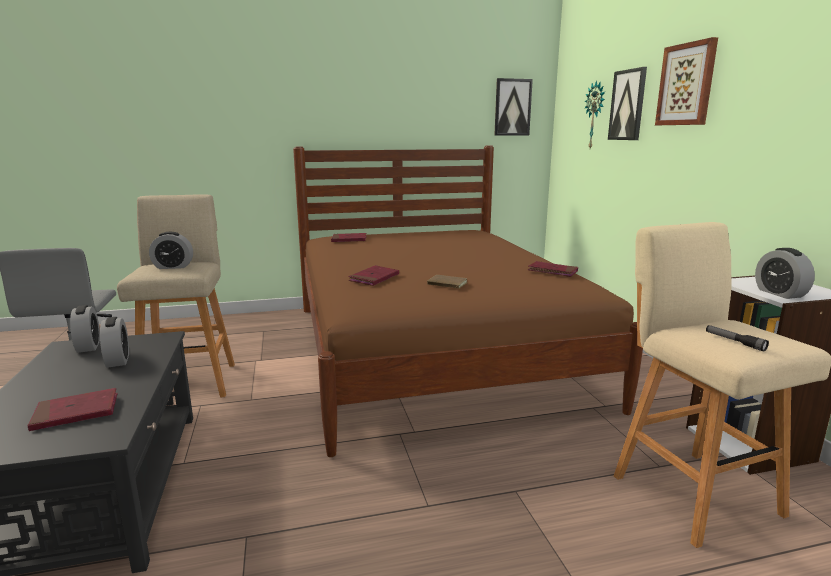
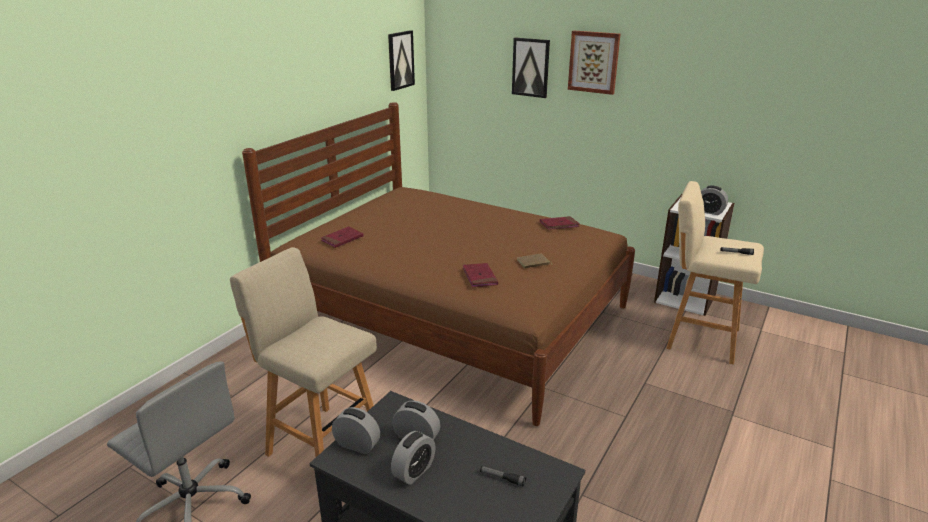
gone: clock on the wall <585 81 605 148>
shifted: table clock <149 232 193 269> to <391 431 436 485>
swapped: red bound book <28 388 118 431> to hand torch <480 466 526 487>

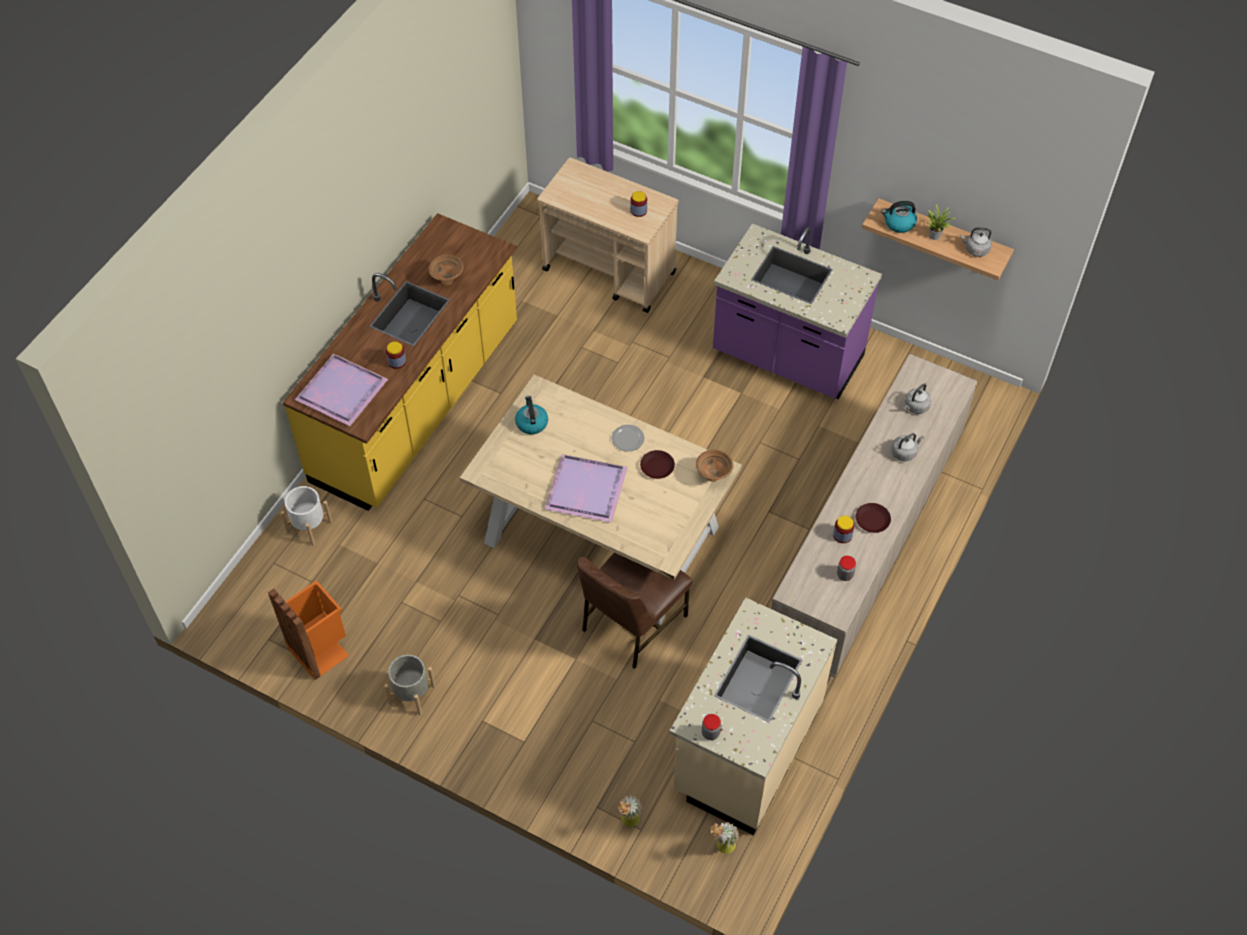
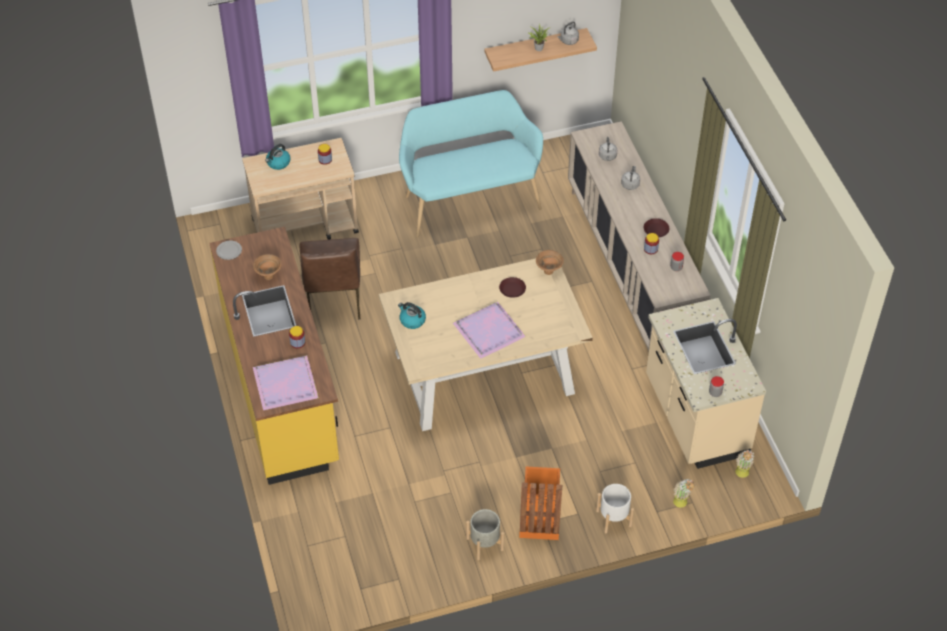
shifted: plate <612 425 644 452> to <216 241 242 260>; tea kettle <881 201 917 233> to <265 144 290 170>; brown-coloured chair <577 553 692 669> to <300 238 360 320>; orange waste bin <268 580 349 680> to <519 466 562 540>; whitish planter <281 486 333 546> to <596 484 634 533>
swapped: purple-coloured kitchen counter <713 223 882 399> to turquoise-coloured long seat <399 90 543 238>

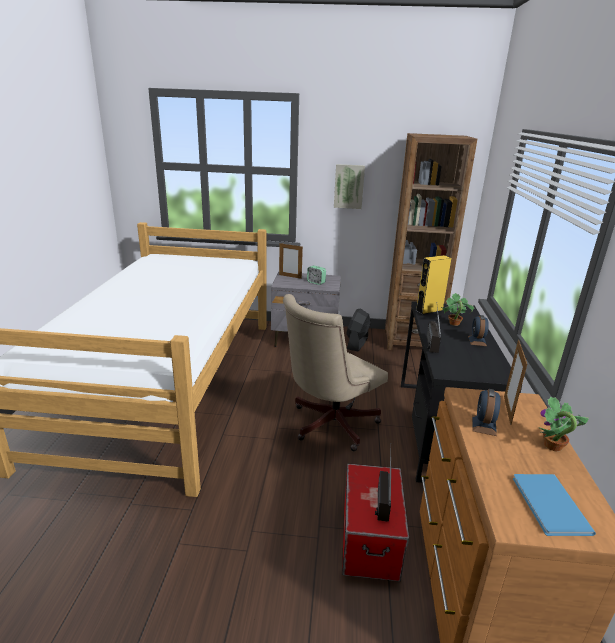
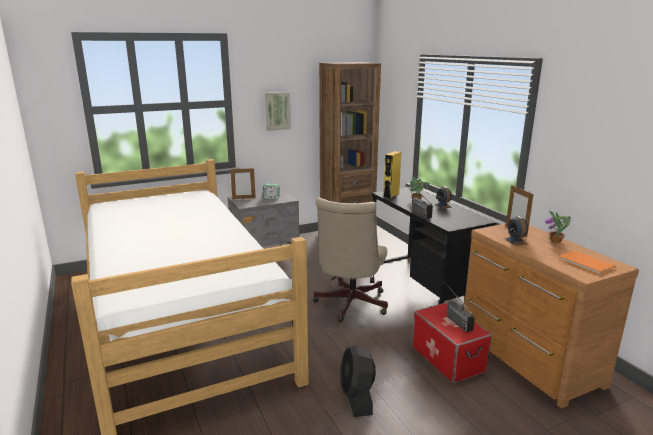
shifted: black-coloured electric fan <346 308 371 352> to <341 346 376 417>
repainted: blue-coloured bound book <513 474 596 536> to orange bound book <559 251 616 275>

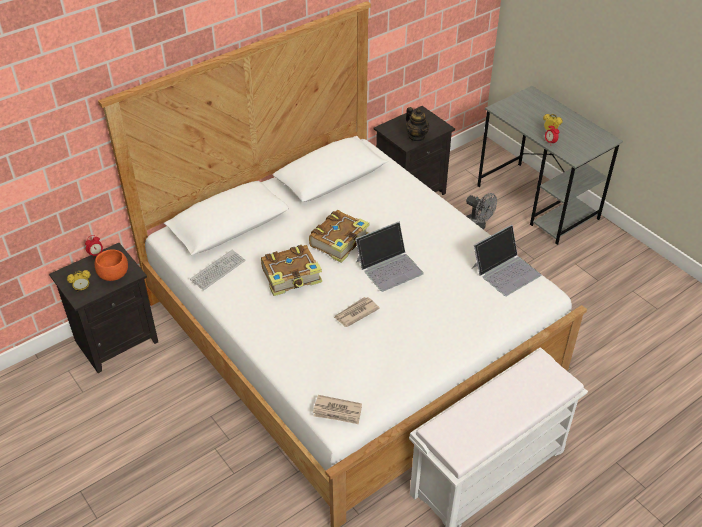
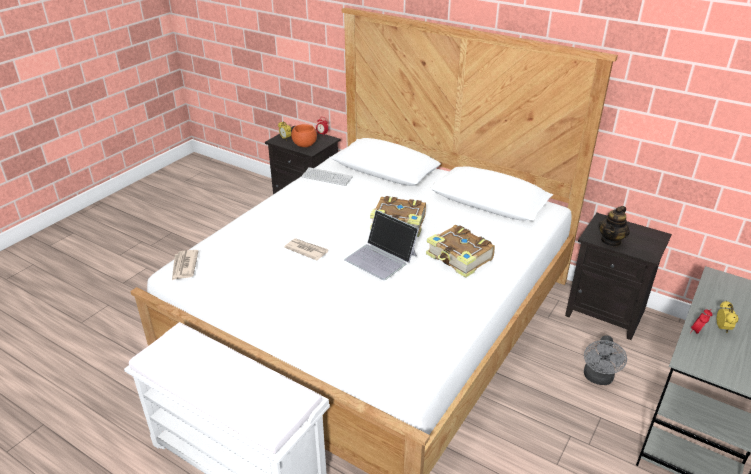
gone: notebook computer <472 225 541 296>
shifted: bound book <261 245 322 296> to <426 225 495 278>

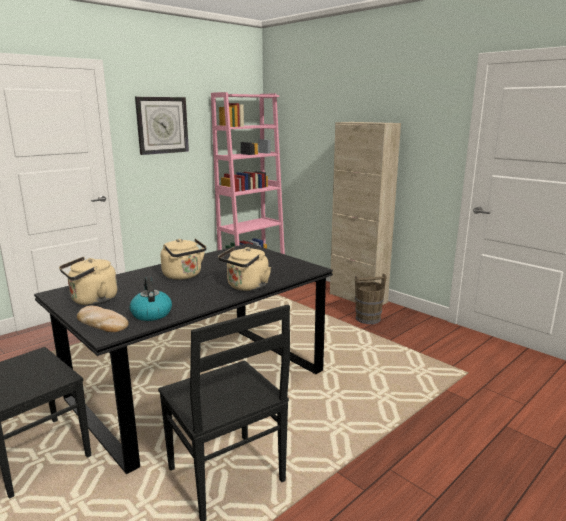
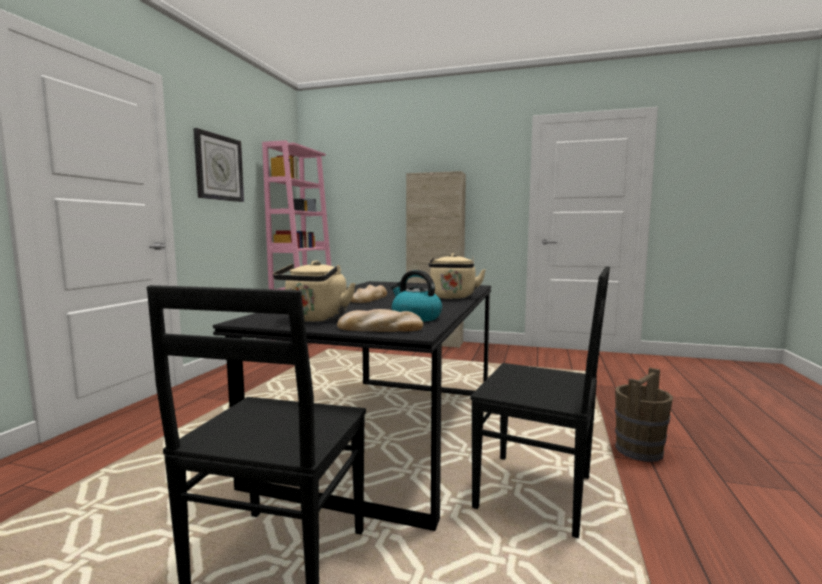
shifted: brown-coloured bucket <354 274 387 324> to <615 367 673 462>
swapped: beige-coloured tea kettle <161 239 207 280> to bread <351 285 387 303>

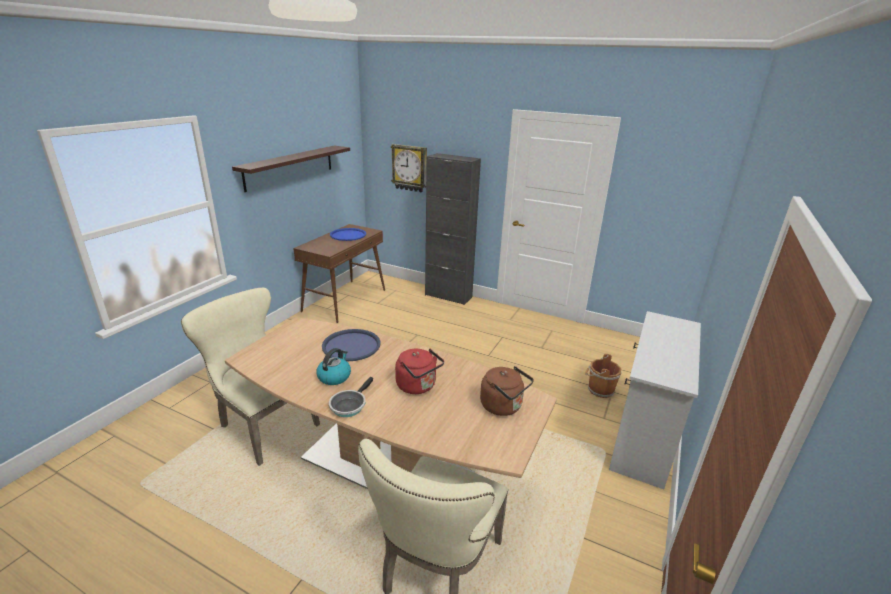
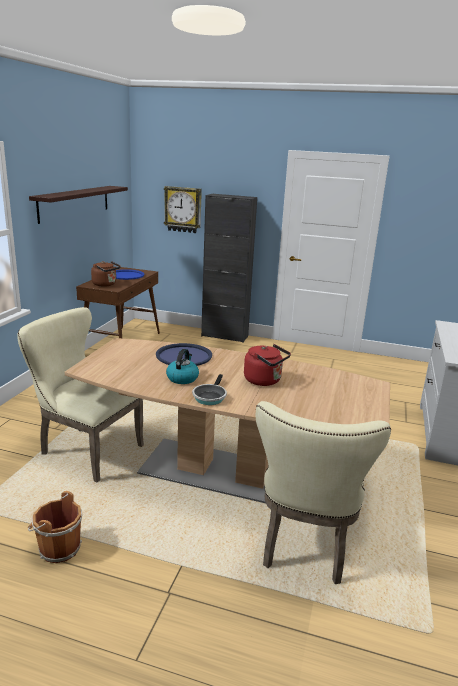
shifted: brown-coloured bucket <585 354 622 398> to <28 491 82 563>; brown-coloured tea kettle <480 366 534 416> to <91 261 121 287>

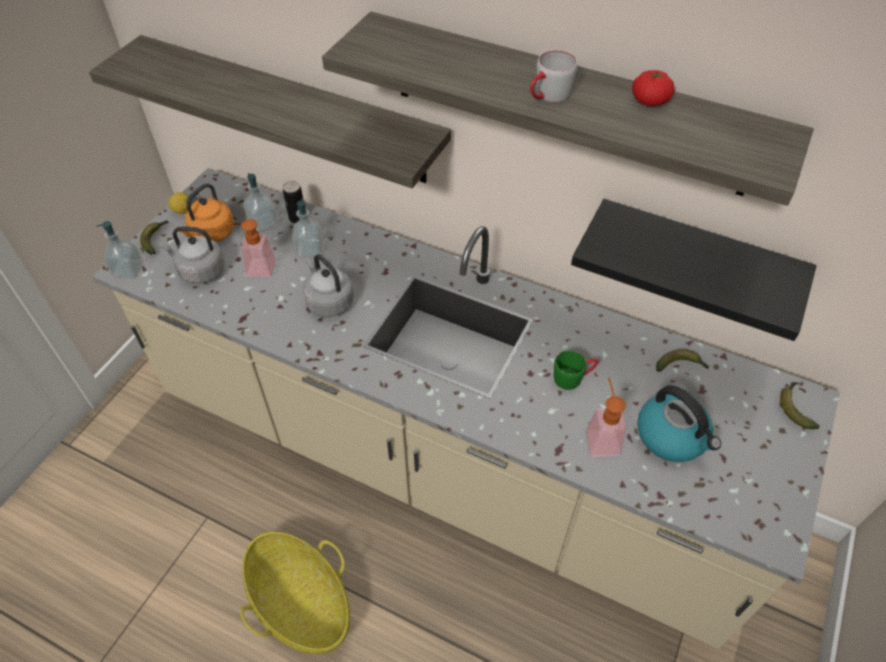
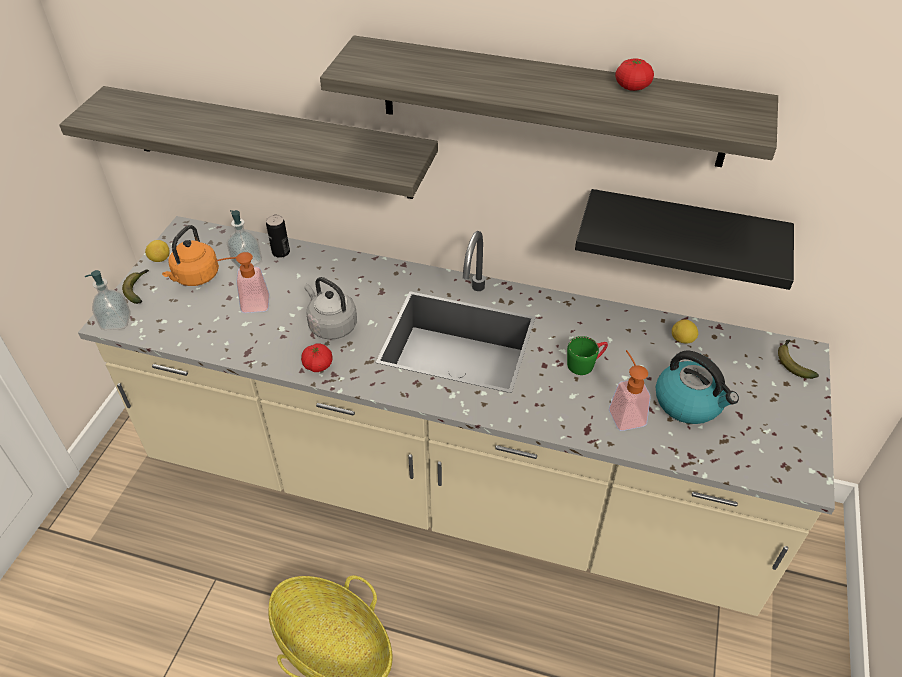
gone: greyish tea kettle <159 227 225 284>; soap bottle <292 198 323 257>; greyish coffee mug <530 50 577 102>
new: fresh tomato <301 343 333 372>
swapped: whole banana <656 349 709 372> to lemon <672 319 698 344>

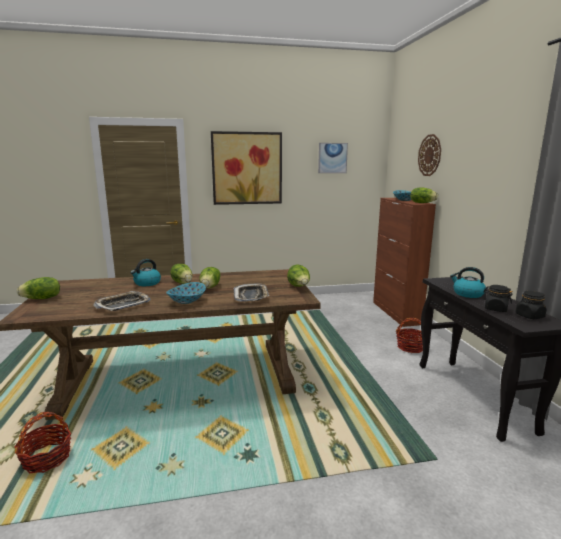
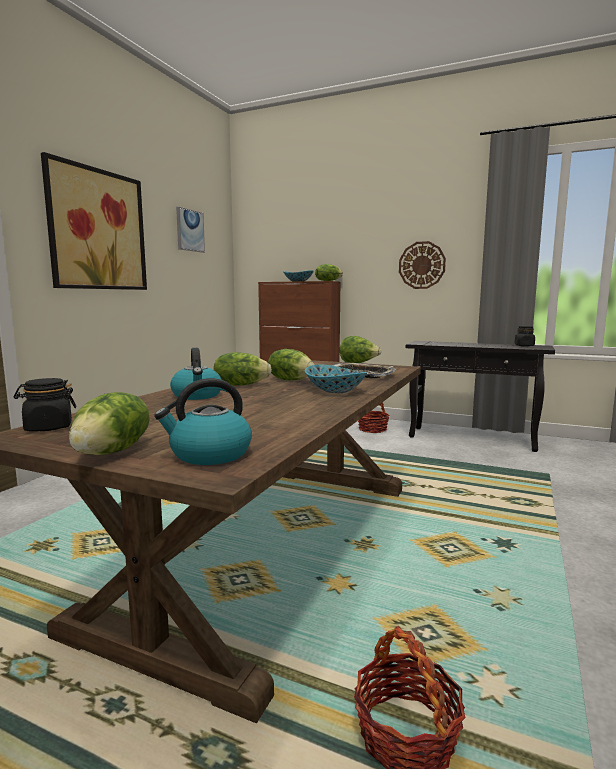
gone: carrying tray <93 291 151 311>
shifted: black-coloured storage jar <484 285 513 312> to <13 378 76 431>; tea kettle <450 267 486 298> to <154 378 252 465>; clock on the wall <418 134 441 176> to <399 241 446 289>

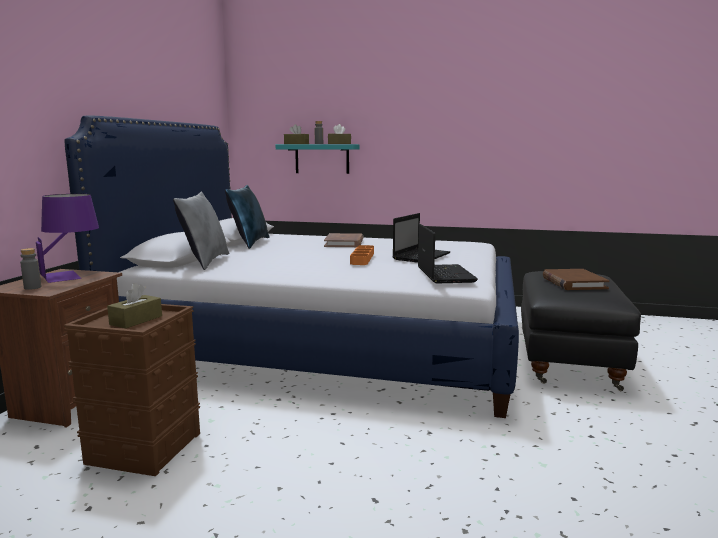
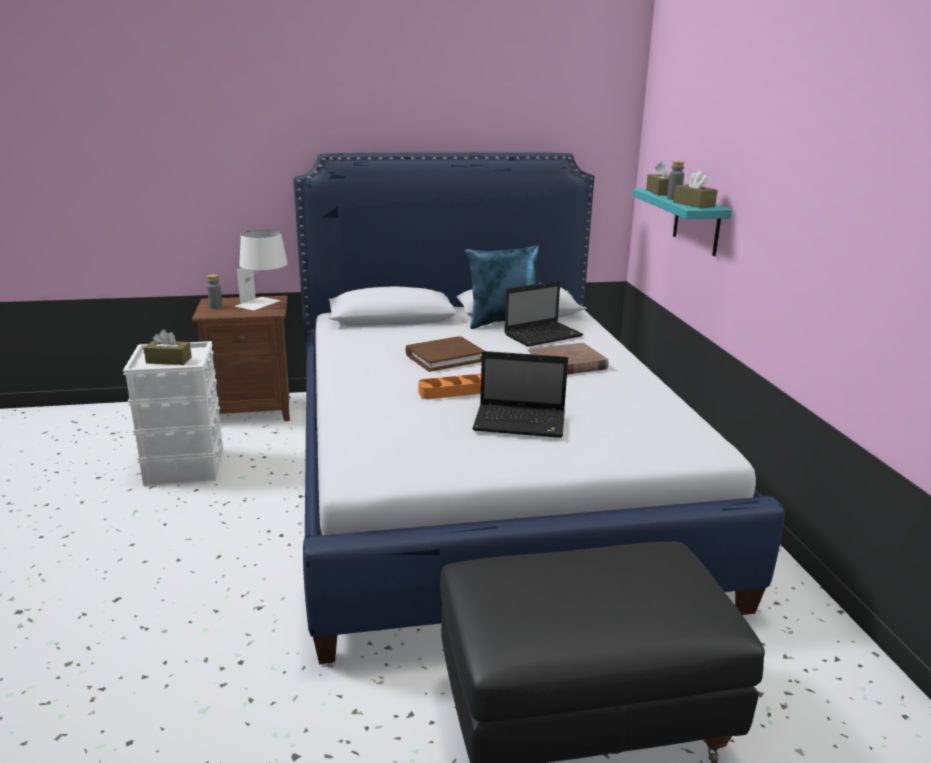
gone: greyish pillow <173 192 229 270>
shifted: brown-coloured bound book <543 269 610 290> to <405 336 485 372>; notebook computer <418 224 478 284> to <504 281 584 347>
repainted: brown-coloured storage box <64 304 200 476> to whitish storage box <123 341 223 486>; purple-coloured lamp for a table <36 194 99 283> to whitish lamp for a table <234 230 288 311>

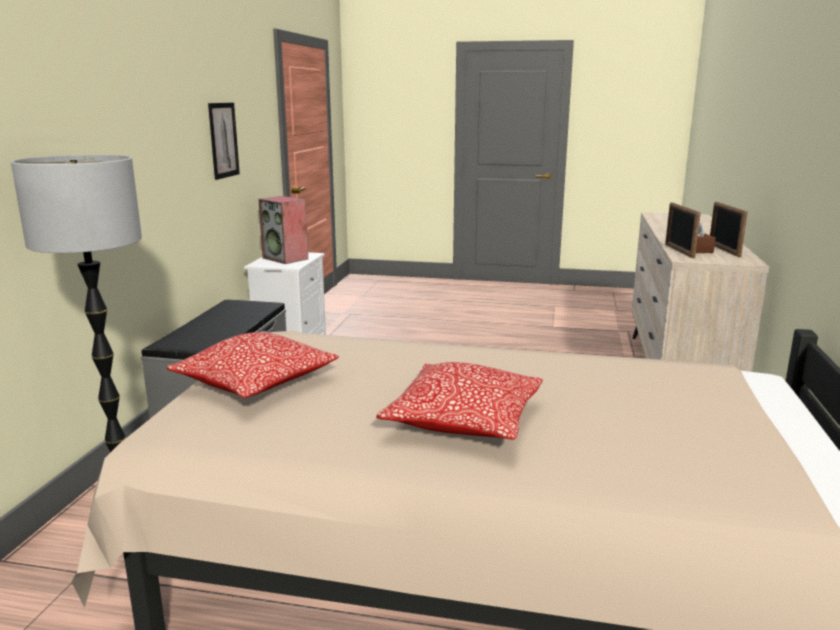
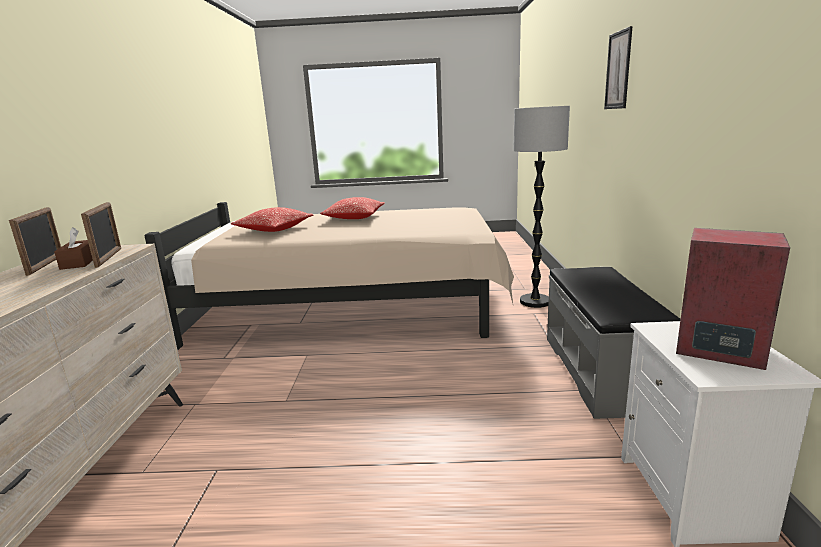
shifted: pillow <166 332 339 398> to <230 207 313 232>; wall art <208 103 240 180> to <604 26 632 109>

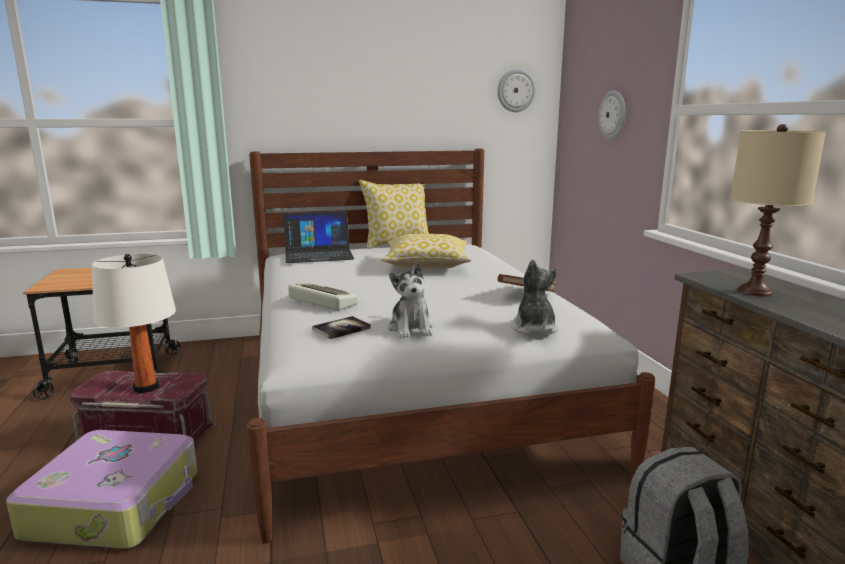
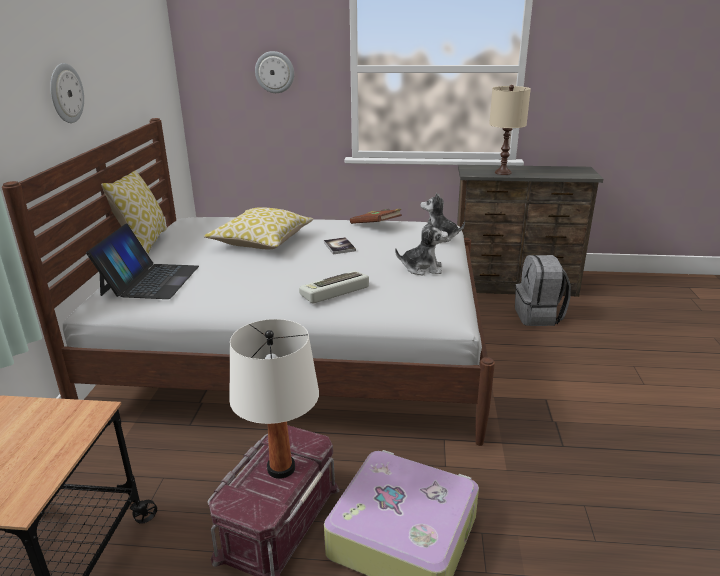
shifted: clock on the wall <497 69 536 112> to <50 63 84 123>; bound book <312 316 371 340> to <324 237 356 254>

